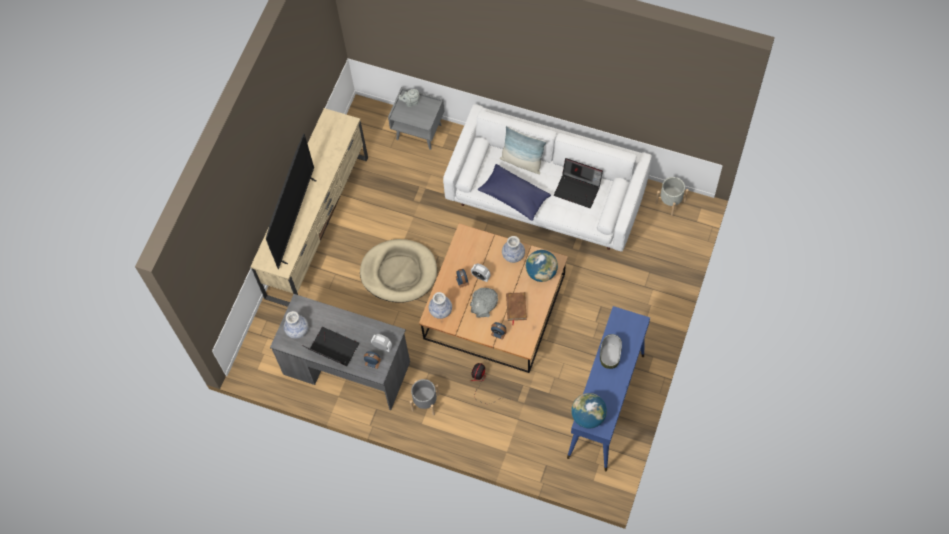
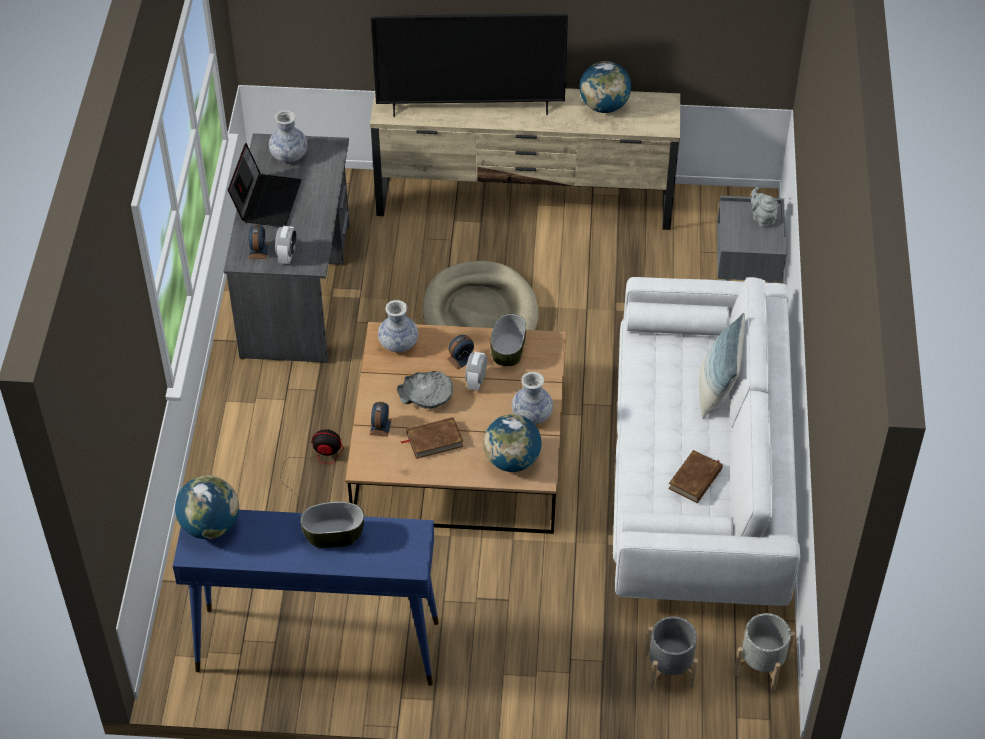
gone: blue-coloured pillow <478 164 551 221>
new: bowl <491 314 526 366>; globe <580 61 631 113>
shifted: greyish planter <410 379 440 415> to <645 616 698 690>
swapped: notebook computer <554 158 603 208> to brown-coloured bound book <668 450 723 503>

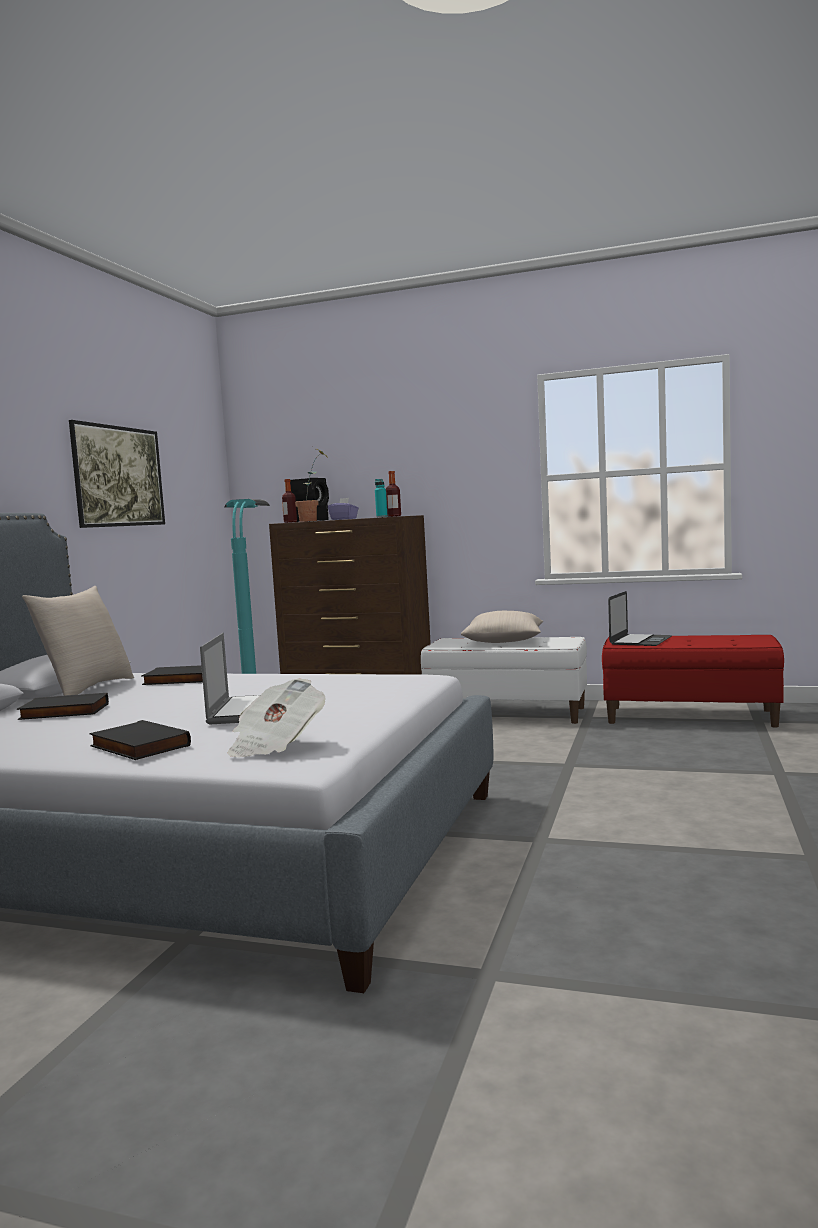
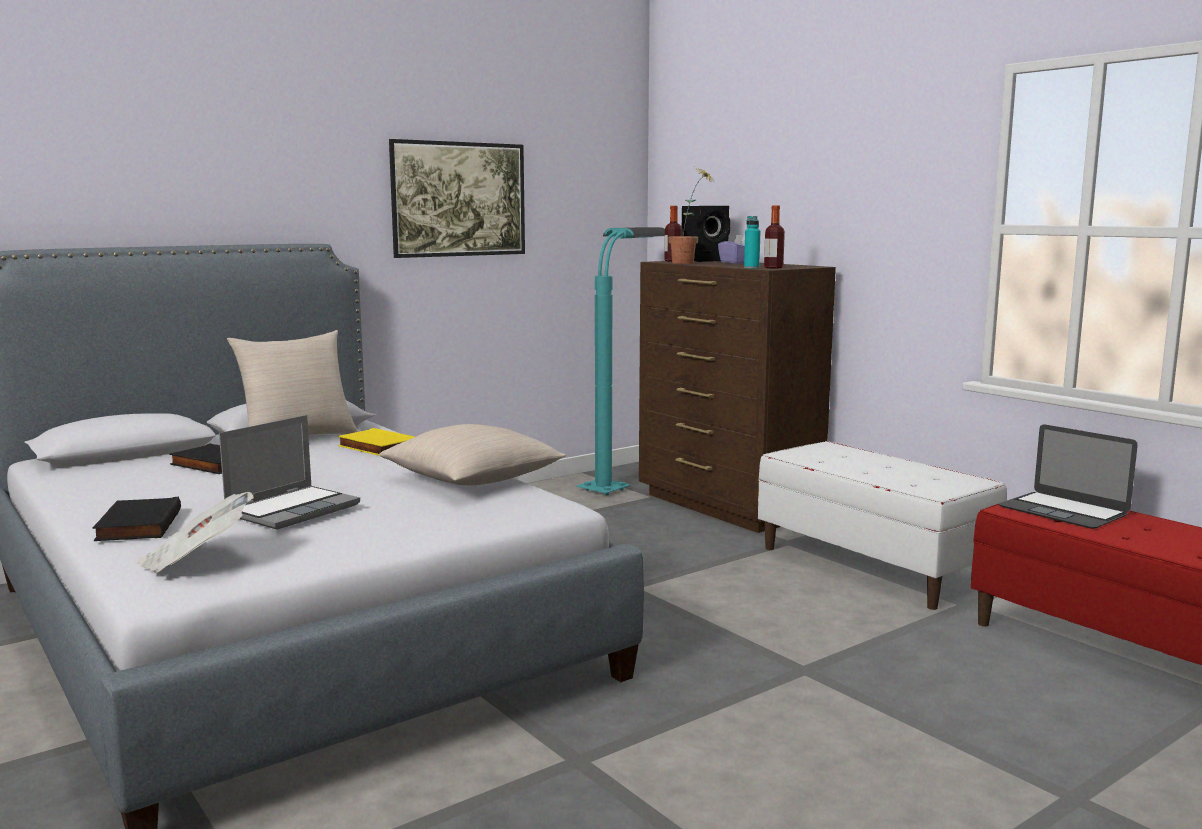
shifted: beige-coloured pillow <461 611 543 643> to <379 424 566 485>
repainted: black-coloured bound book <141 665 203 685> to yellow-coloured bound book <338 428 414 456>
rotated: notebook computer <608 591 672 646> = <999 424 1138 529> 75 degrees clockwise

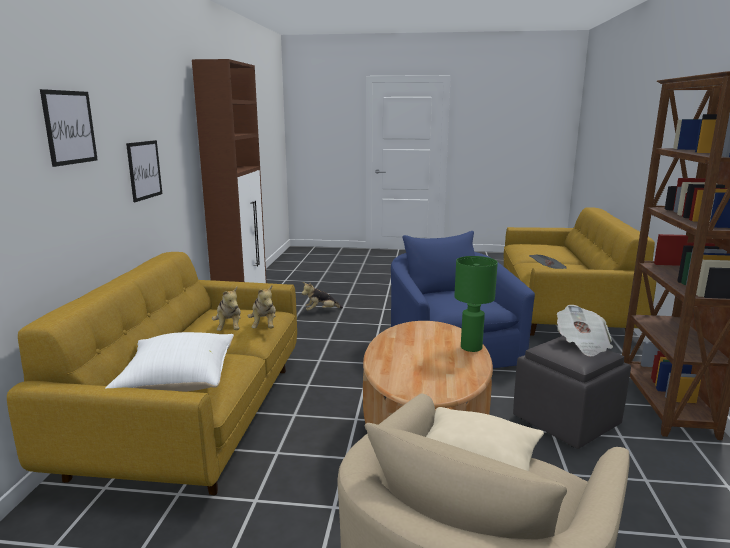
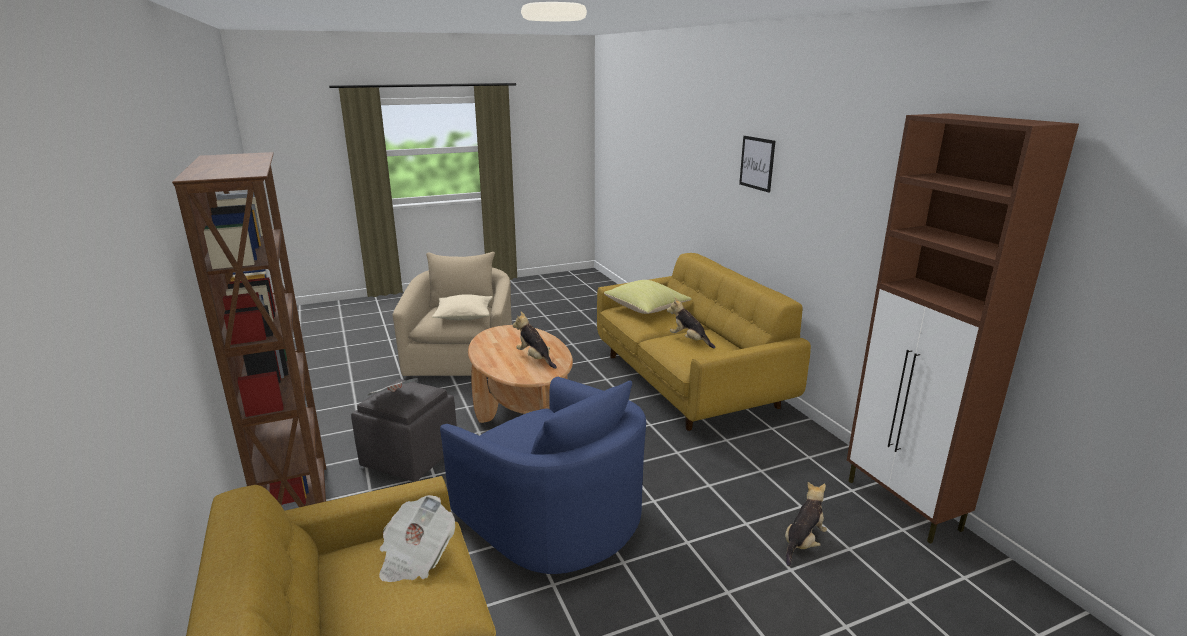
gone: wall art <126 140 162 202>; green lamp for a table <454 256 498 352>
shifted: soft toy <248 285 276 328> to <513 312 557 369>
repainted: whitish pillow <105 332 234 392> to yellow-coloured pillow <604 280 692 314>

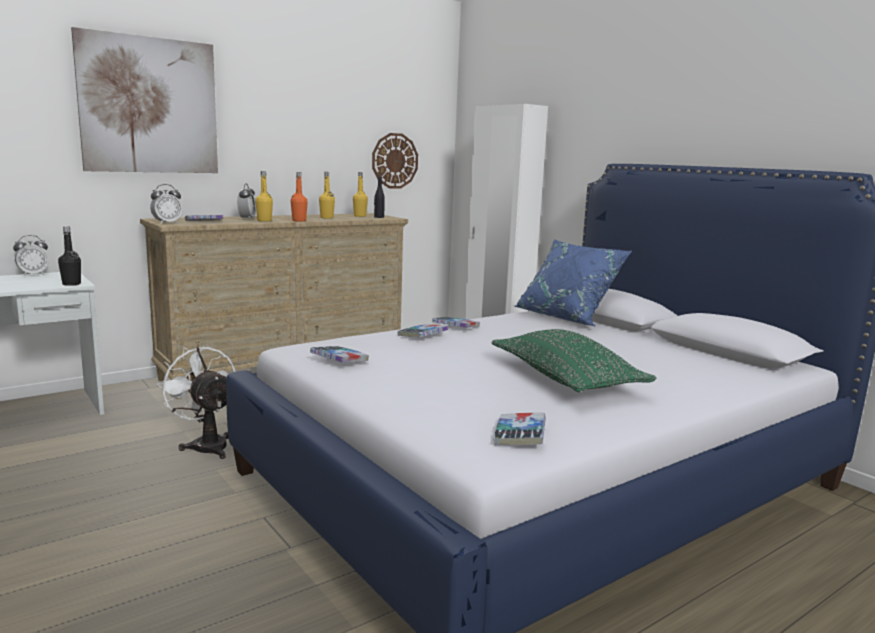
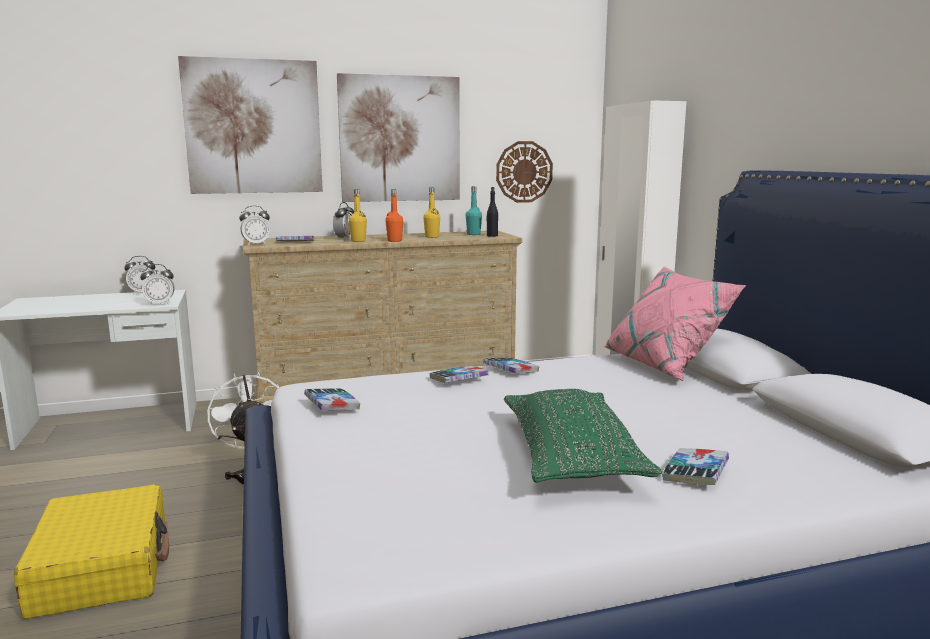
new: yellow-coloured travel case <14 484 169 619>; wall art <337 73 460 202>
shifted: bound book <494 413 546 445> to <662 448 729 485>
swapped: black-coloured bottle <58 226 81 286> to table clock <140 264 174 306>
repainted: yellow-coloured bottle <353 172 368 217> to turquoise-coloured bottle <466 186 482 235>; blue-coloured pillow <514 239 632 326> to pinkish pillow <604 266 746 381>

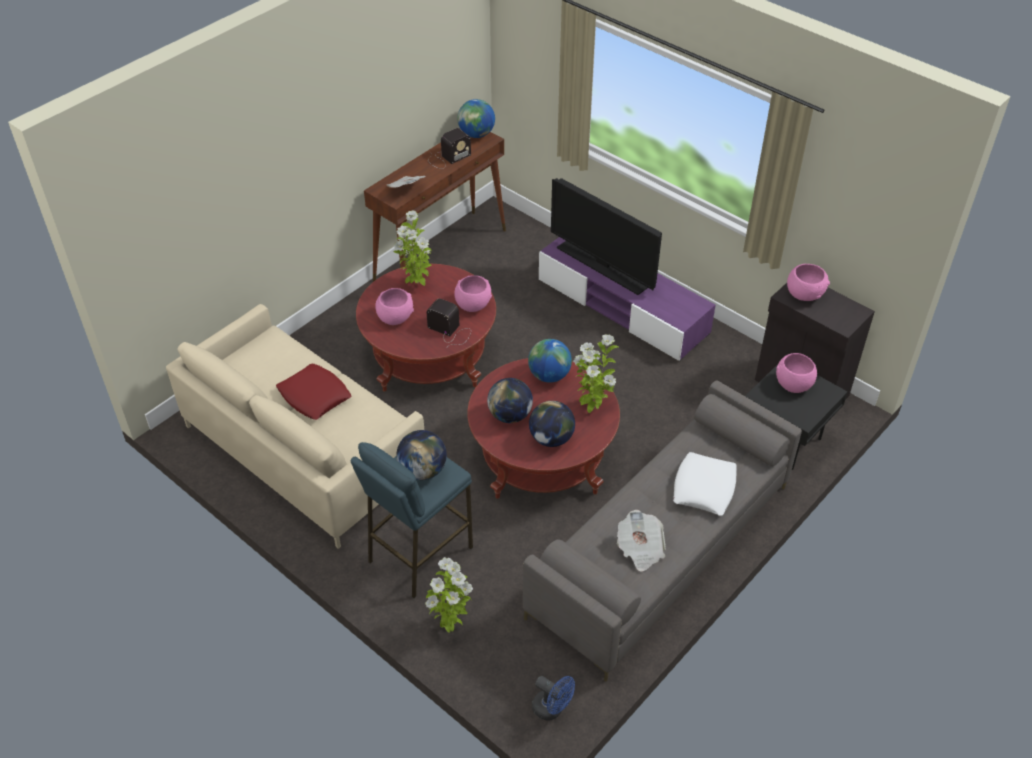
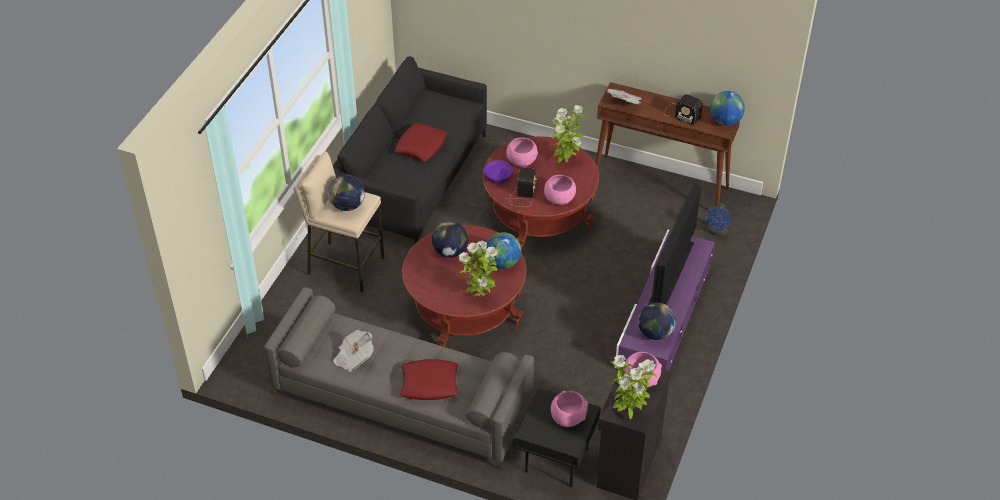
new: purple-coloured bowl <484 160 513 184>
shifted: houseplant <425 557 473 633> to <610 355 657 419>; globe <529 401 575 447> to <638 302 676 340>; blue-coloured electric fan <532 676 575 721> to <705 203 732 236>
repainted: blue-coloured stool seat <351 442 473 598> to beige-coloured stool seat <293 151 384 293>; beige-coloured settee <166 304 424 549> to black-coloured settee <333 56 487 243>; whitish pillow <673 452 737 516> to red pillow <400 359 459 400>

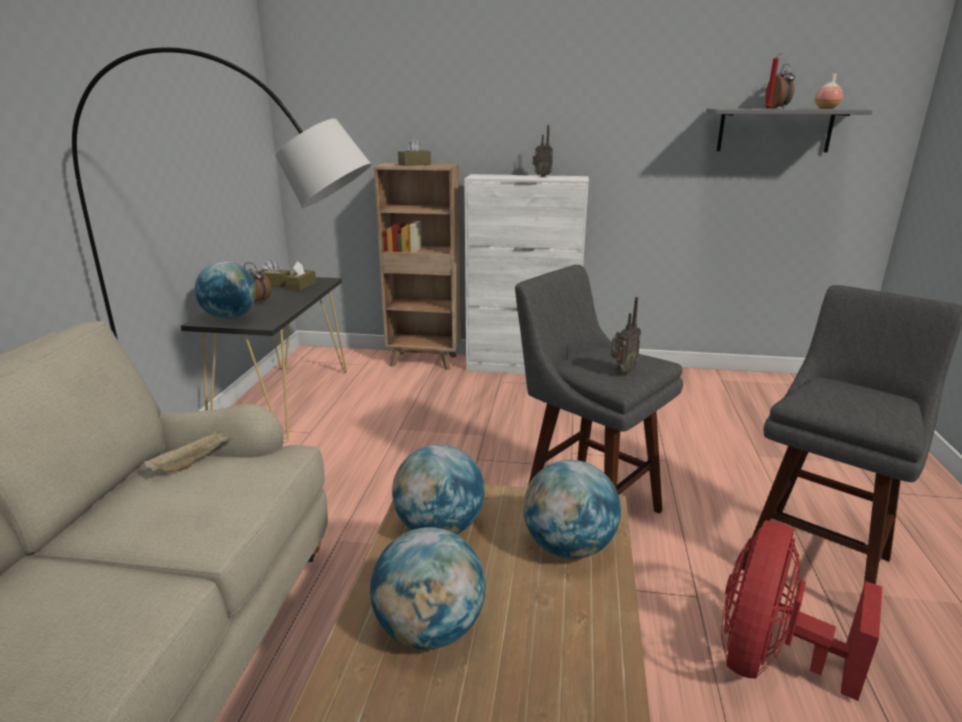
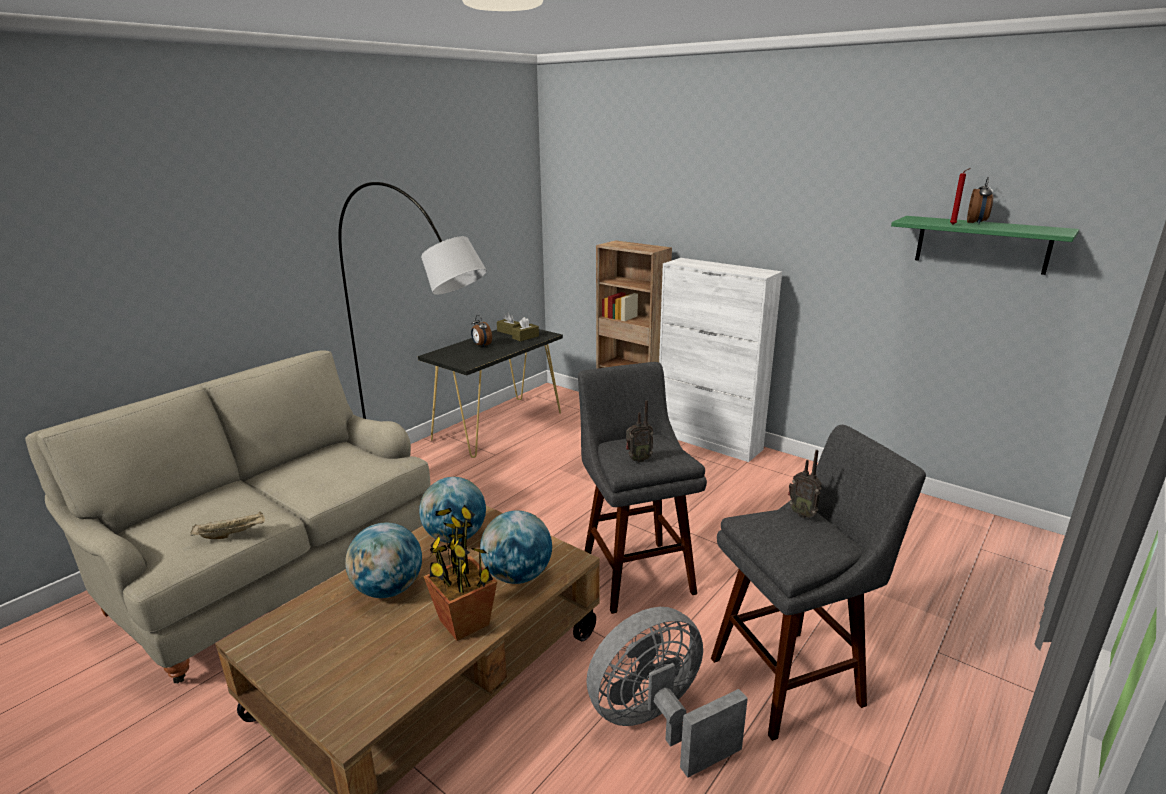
gone: globe <195 261 257 319>; brown-coloured tissue holder <398 138 431 166>; decorative vase <815 74 843 109>
new: houseplant <423 504 497 641>
shifted: beige-coloured carrying tray <144 430 233 472> to <190 511 265 539>; radio <532 125 553 177> to <788 450 822 518>
repainted: red electric fan <722 520 882 701> to greyish electric fan <586 607 748 778>; greyish wall shelf <706 108 873 152> to green wall shelf <891 216 1079 275>

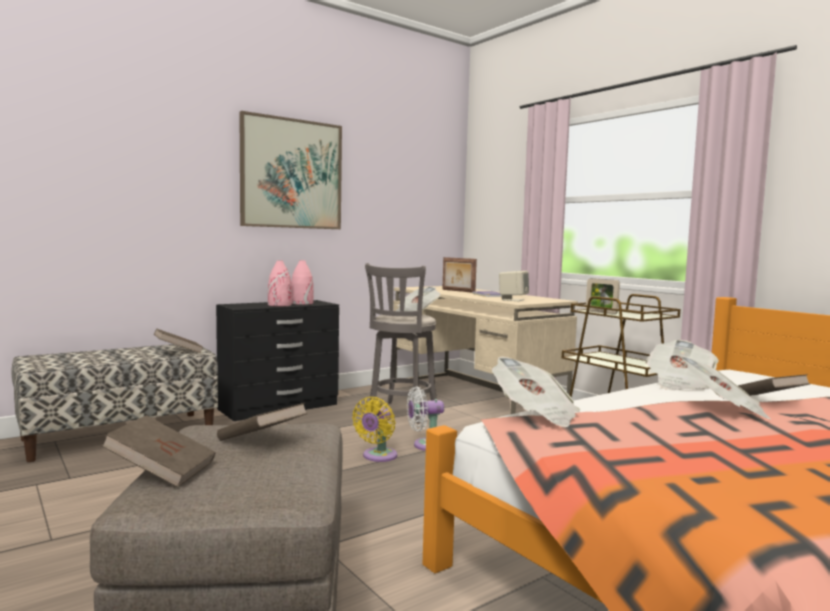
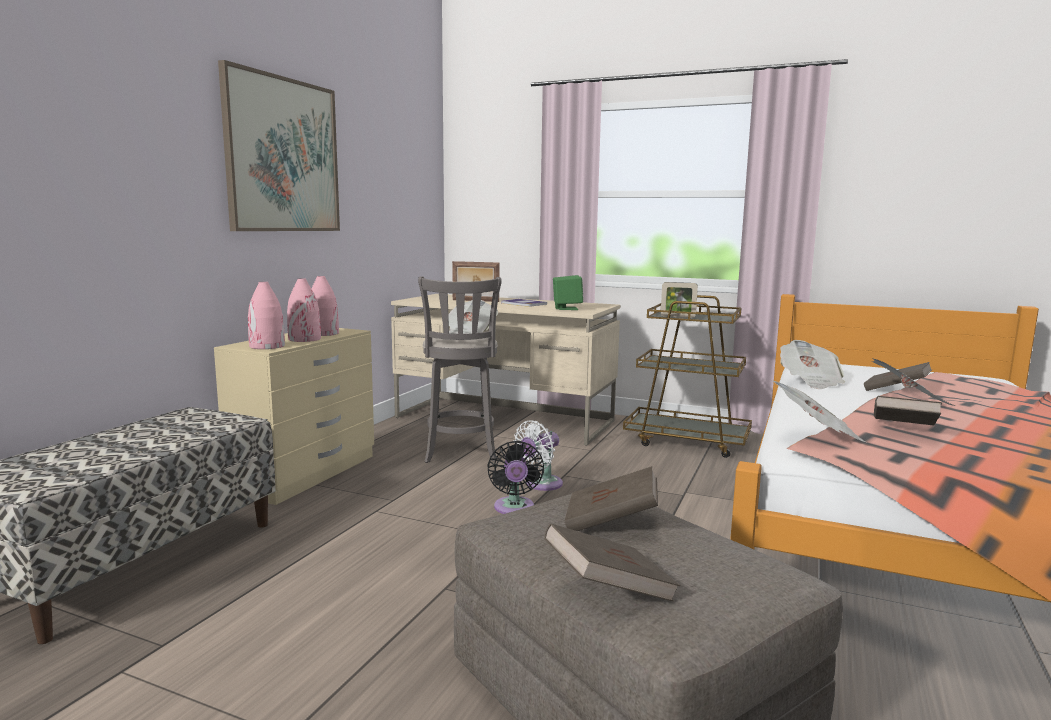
new: pinkish decorative vase <248 282 285 349>
shifted: brown-coloured bound book <154 328 204 353> to <874 396 942 426>
repainted: black-coloured chest of drawers <216 300 339 421> to beige-coloured chest of drawers <214 328 374 505>; yellow-coloured electric fan <352 397 397 462> to black-coloured electric fan <487 441 544 514>; beige-coloured audio speaker <499 271 529 301> to green audio speaker <553 275 583 310>

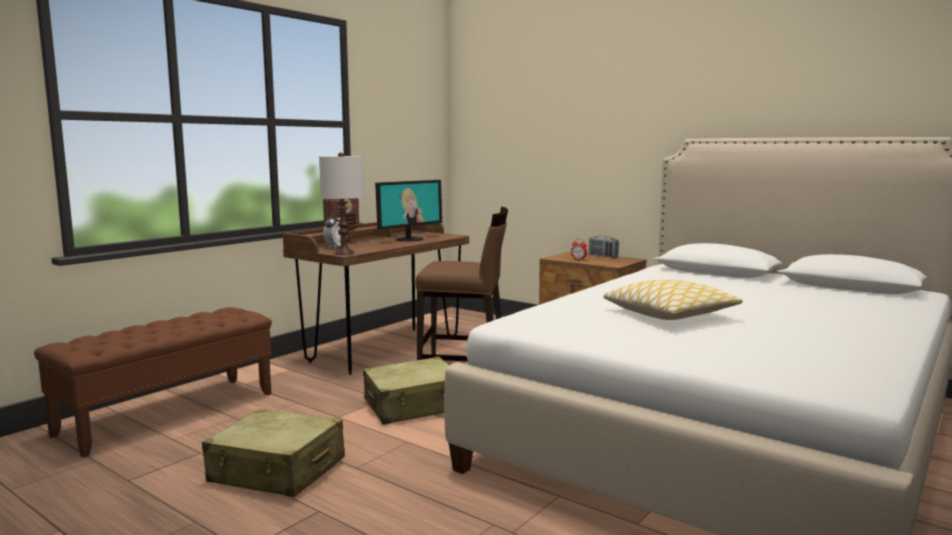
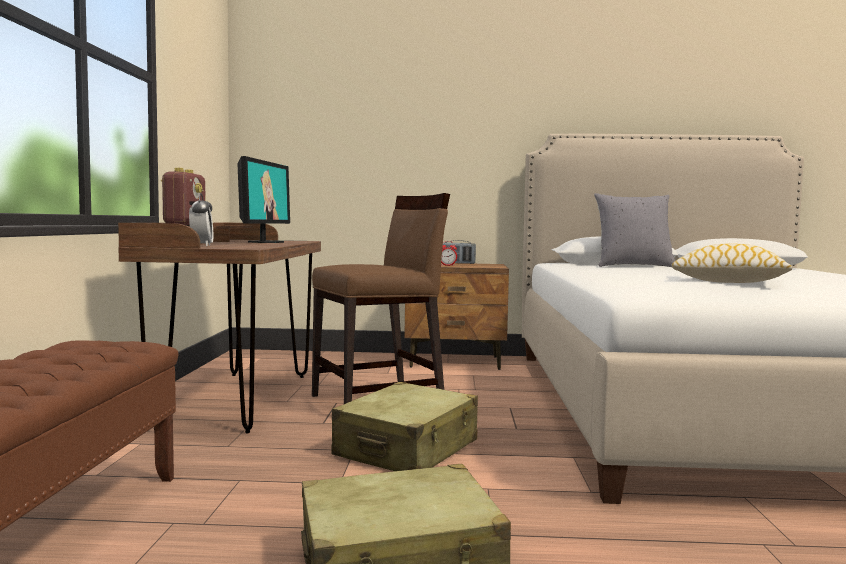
gone: whitish lamp for a table <319 152 364 255>
new: greyish pillow <594 193 675 267>

